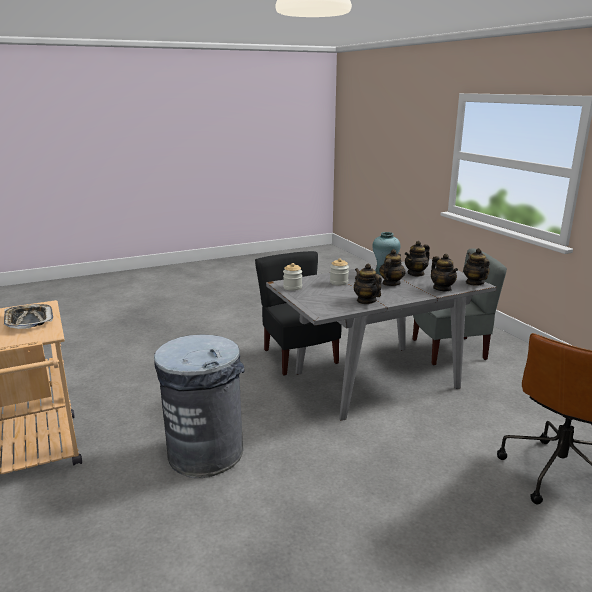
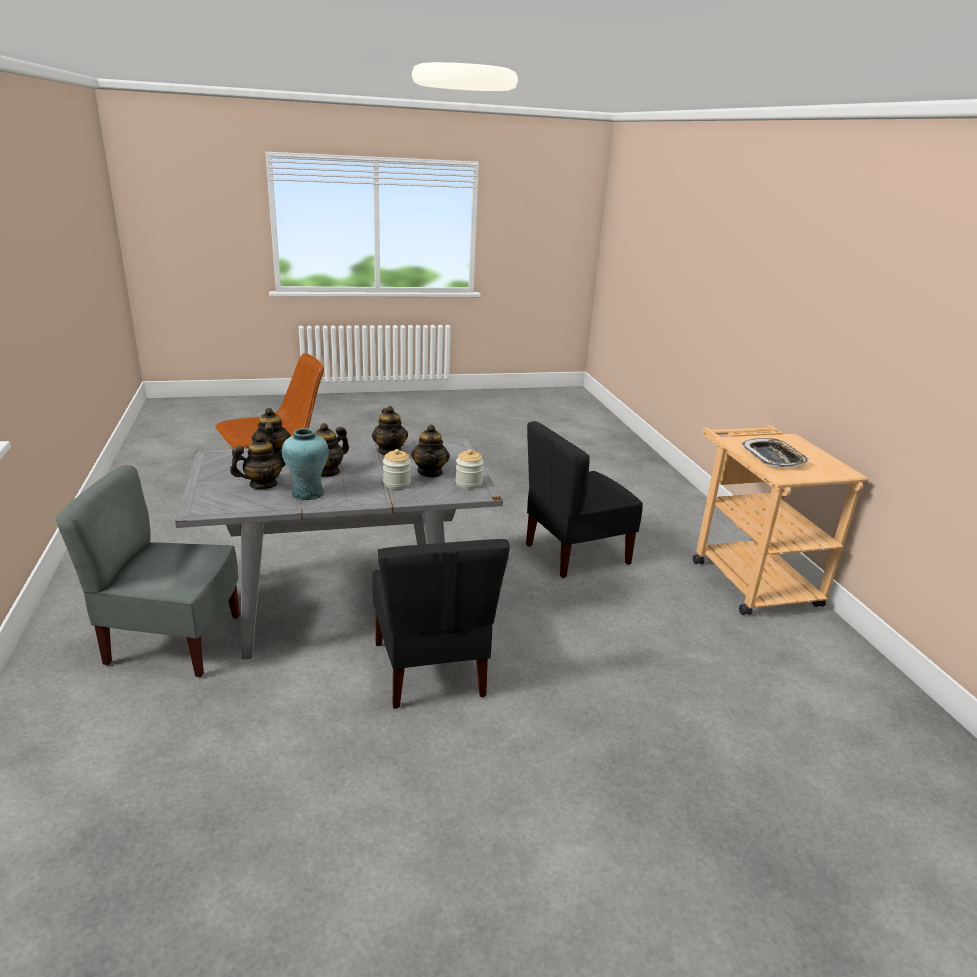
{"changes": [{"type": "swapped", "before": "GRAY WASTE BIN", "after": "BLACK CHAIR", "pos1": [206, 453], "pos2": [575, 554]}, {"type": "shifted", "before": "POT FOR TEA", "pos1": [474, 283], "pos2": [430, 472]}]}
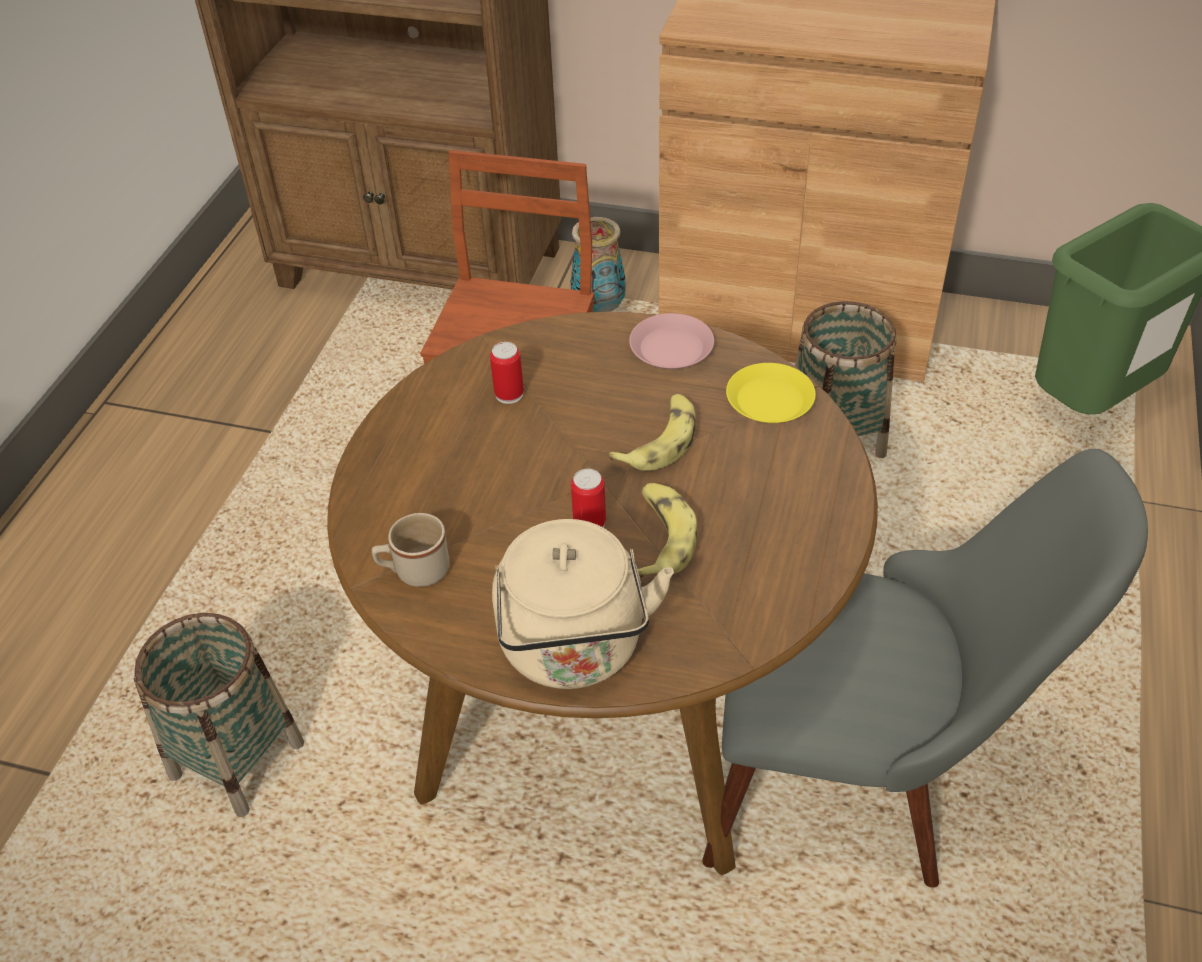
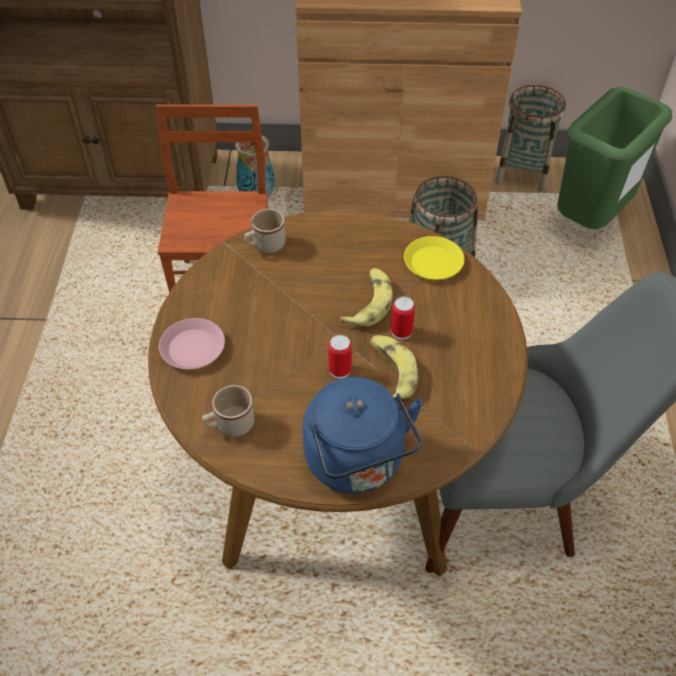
{"changes": [{"type": "shifted", "before": "HOUSEHOLD BASKET", "pos1": [237, 761], "pos2": [522, 172]}, {"type": "shifted", "before": "SEALED CAN", "pos1": [509, 394], "pos2": [401, 331]}, {"type": "repainted", "before": "BEIGE WATER KETTLE", "after": "BLUISH WATER KETTLE", "pos1": [574, 651], "pos2": [357, 463]}, {"type": "shifted", "before": "PINKISH DINNER PLATE", "pos1": [671, 348], "pos2": [193, 348]}, {"type": "new", "after": "BEIGE MUG", "pos2": [265, 246]}]}
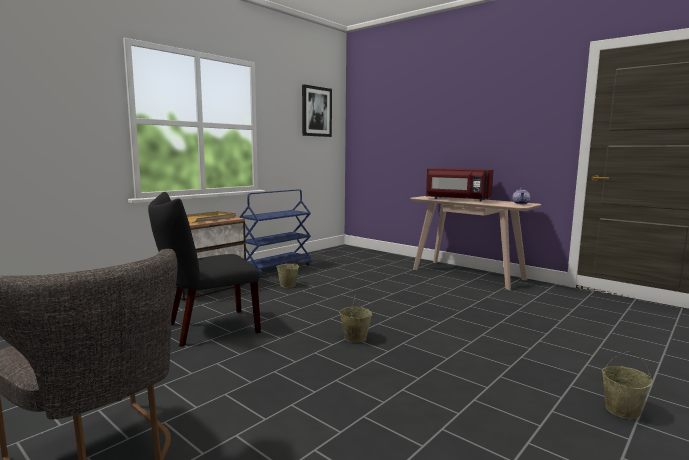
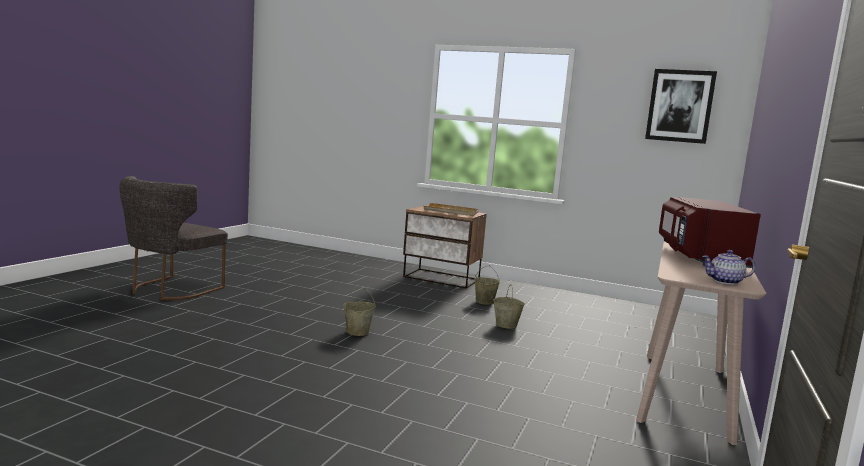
{"changes": [{"type": "gone", "before": "BLACK CHAIR", "pos1": [207, 329]}, {"type": "gone", "before": "BLUISH TROLLEY", "pos1": [276, 268]}, {"type": "shifted", "before": "BEIGE PAIL", "pos1": [622, 410], "pos2": [507, 325]}]}
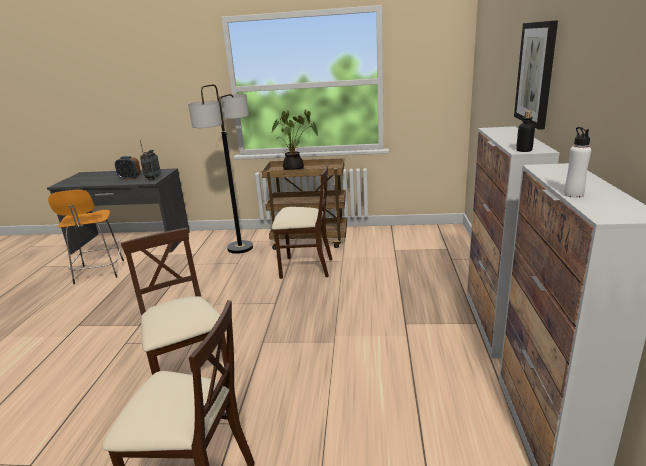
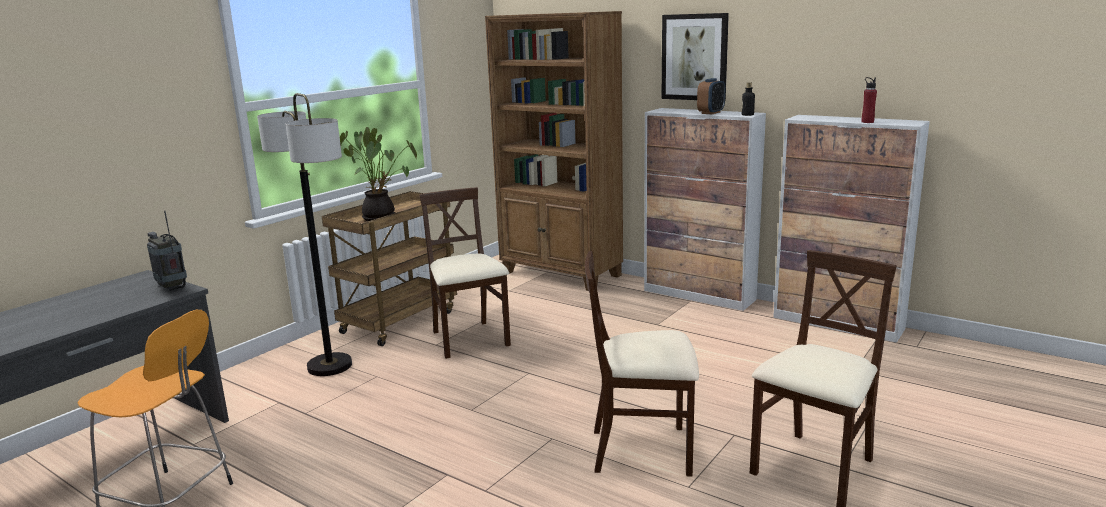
{"changes": [{"type": "shifted", "before": "ALARM CLOCK", "pos1": [130, 178], "pos2": [711, 113]}, {"type": "rotated", "before": "BEIGE CHAIR", "pos1": [305, 267], "pos2": [469, 339], "turn": -60}, {"type": "repainted", "before": "WHITE-COLOURED BEVERAGE BOTTLE", "after": "RED BEVERAGE BOTTLE", "pos1": [573, 194], "pos2": [867, 122]}, {"type": "new", "after": "BROWNISH BOOKCASE", "pos2": [561, 274]}]}
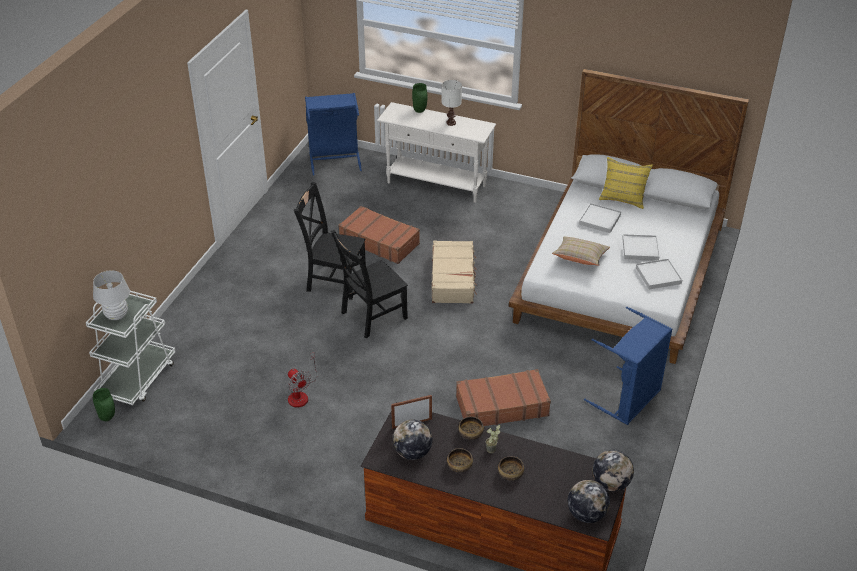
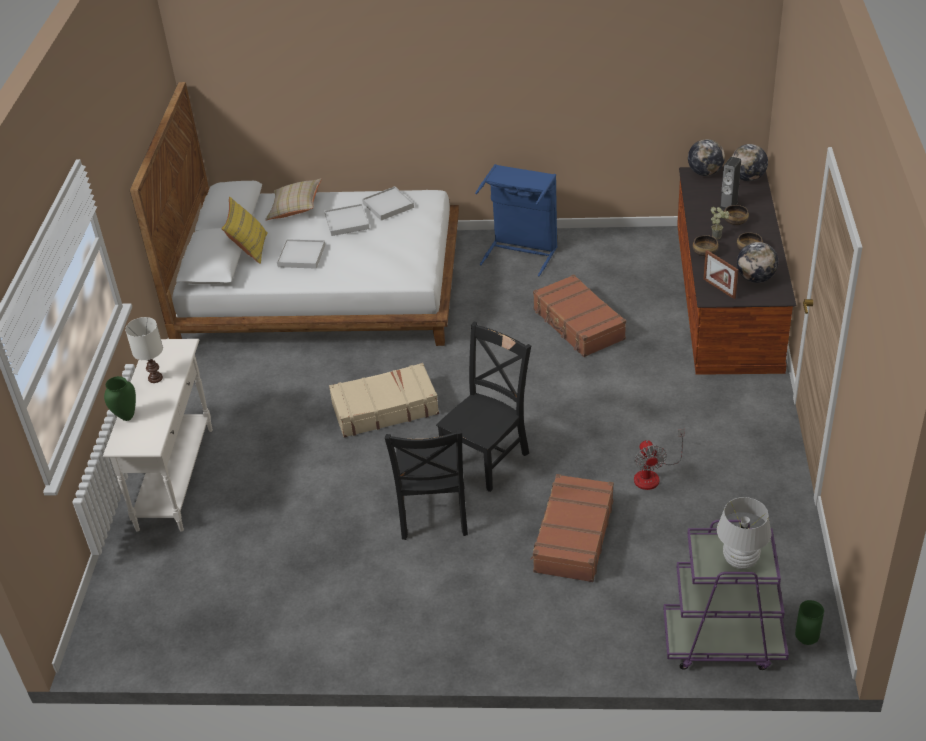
{"changes": [{"type": "repainted", "before": "WHITE-COLOURED TROLLEY", "after": "PURPLE TROLLEY", "pos1": [137, 378], "pos2": [722, 642]}, {"type": "rotated", "before": "FAN", "pos1": [301, 394], "pos2": [652, 475], "turn": 135}, {"type": "gone", "before": "BLUISH HAMPER", "pos1": [335, 159]}, {"type": "rotated", "before": "BLACK CHAIR", "pos1": [371, 316], "pos2": [488, 458], "turn": -90}, {"type": "shifted", "before": "BROWNISH TRAVEL CASE", "pos1": [379, 241], "pos2": [573, 537]}, {"type": "shifted", "before": "BEIGE PILLOW", "pos1": [580, 258], "pos2": [295, 208]}, {"type": "new", "after": "AUDIO SPEAKER", "pos2": [728, 204]}]}
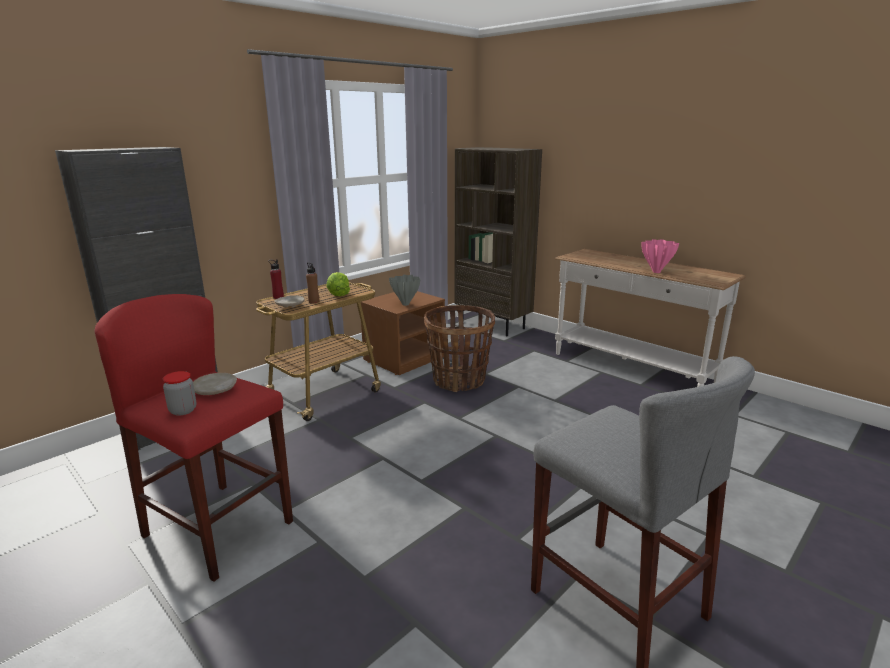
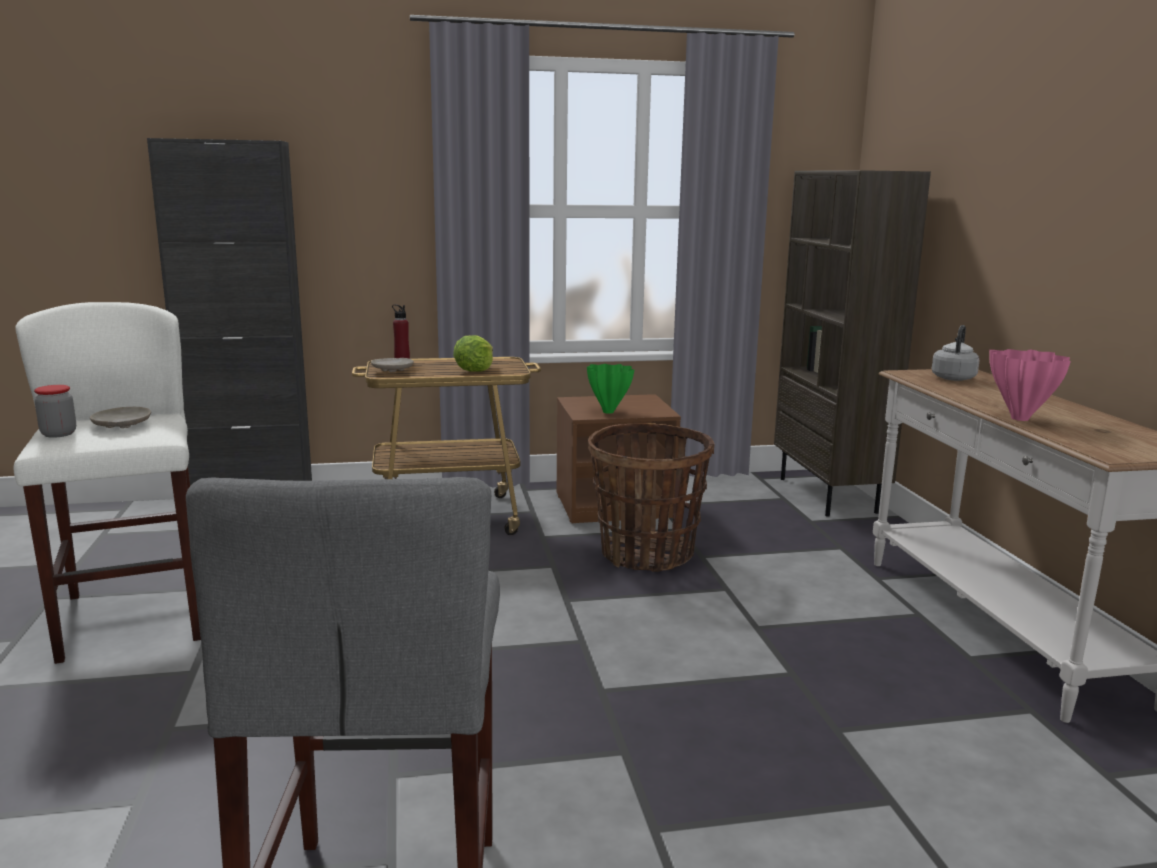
{"changes": [{"type": "repainted", "before": "RED SITTING STOOL", "after": "WHITE-COLOURED SITTING STOOL", "pos1": [219, 529], "pos2": [133, 617]}, {"type": "gone", "before": "BROWNISH BEVERAGE BOTTLE", "pos1": [314, 301]}, {"type": "repainted", "before": "GRAY VASE", "after": "GREEN VASE", "pos1": [406, 304], "pos2": [609, 412]}, {"type": "new", "after": "GRAY WATER KETTLE", "pos2": [953, 378]}]}
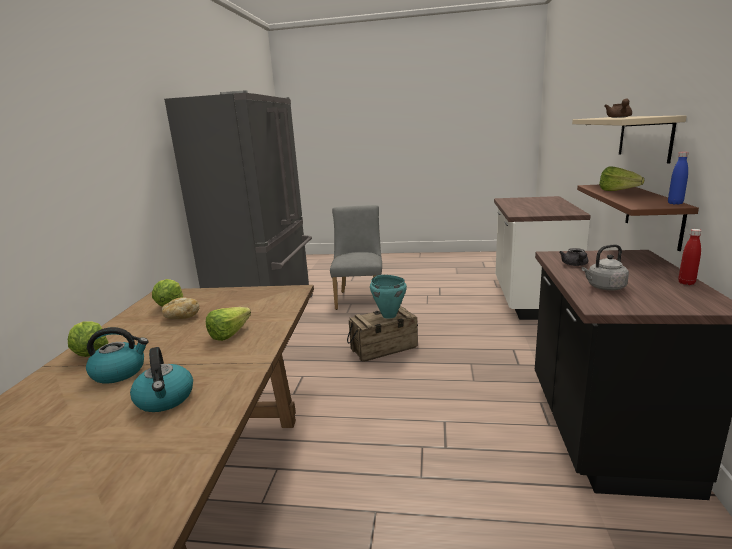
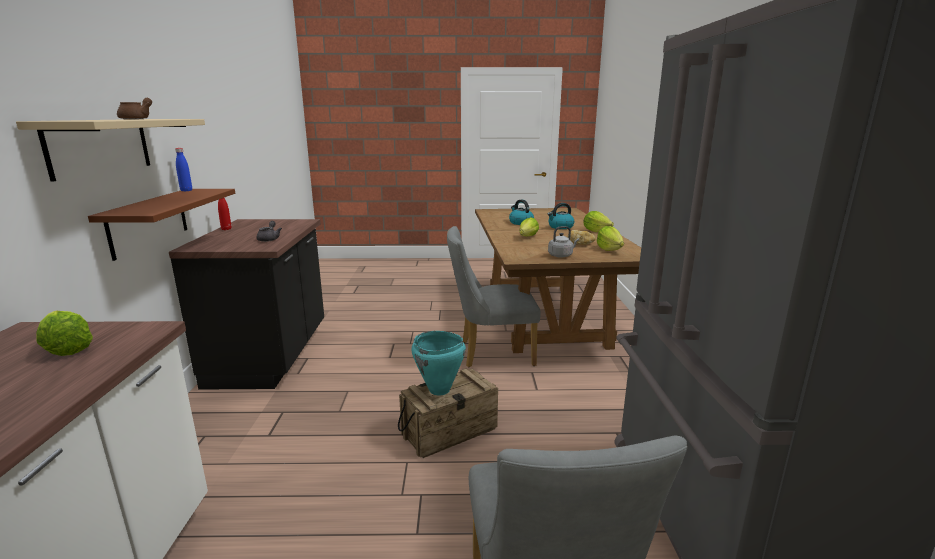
{"changes": [{"type": "shifted", "before": "GRAY WATER KETTLE", "pos1": [604, 287], "pos2": [561, 255]}, {"type": "shifted", "before": "LETTUCE", "pos1": [620, 192], "pos2": [68, 346]}, {"type": "new", "after": "GRAY CHAIR", "pos2": [490, 353]}]}
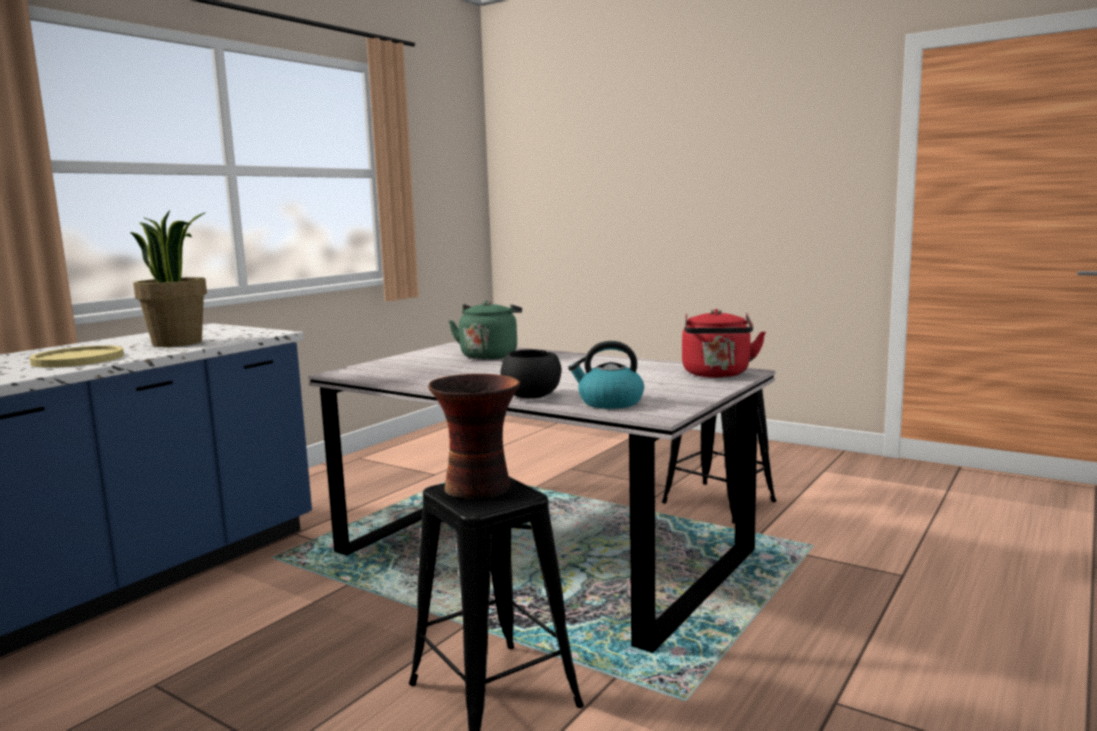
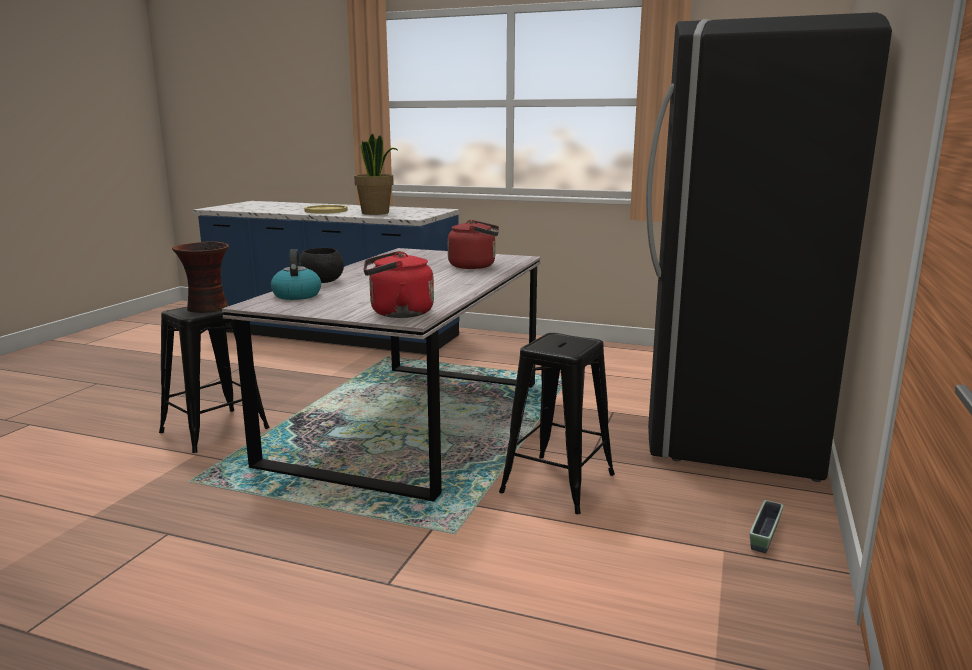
{"changes": [{"type": "repainted", "before": "GREEN WATER KETTLE", "after": "RED WATER KETTLE", "pos1": [489, 355], "pos2": [475, 266]}, {"type": "new", "after": "BLACK KITCHEN FRIDGE", "pos2": [733, 426]}, {"type": "new", "after": "PLANT POT", "pos2": [765, 535]}]}
